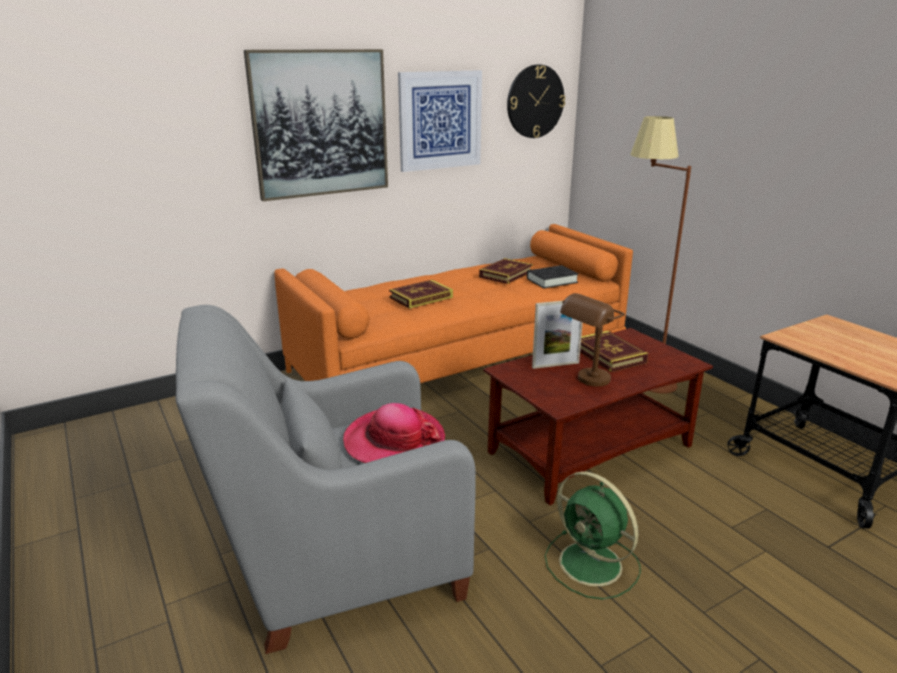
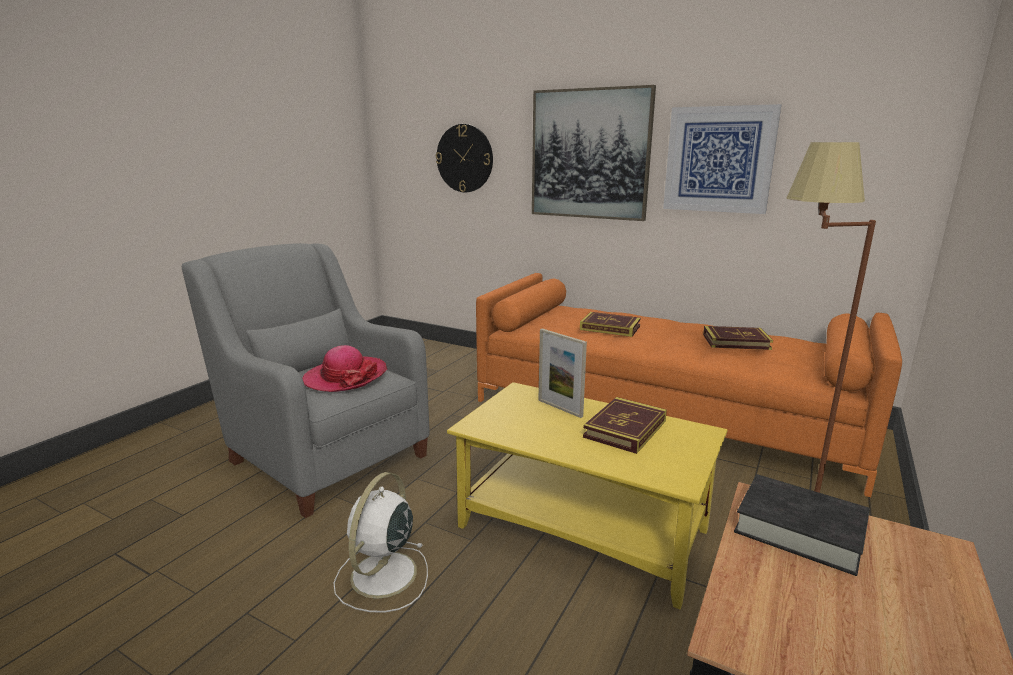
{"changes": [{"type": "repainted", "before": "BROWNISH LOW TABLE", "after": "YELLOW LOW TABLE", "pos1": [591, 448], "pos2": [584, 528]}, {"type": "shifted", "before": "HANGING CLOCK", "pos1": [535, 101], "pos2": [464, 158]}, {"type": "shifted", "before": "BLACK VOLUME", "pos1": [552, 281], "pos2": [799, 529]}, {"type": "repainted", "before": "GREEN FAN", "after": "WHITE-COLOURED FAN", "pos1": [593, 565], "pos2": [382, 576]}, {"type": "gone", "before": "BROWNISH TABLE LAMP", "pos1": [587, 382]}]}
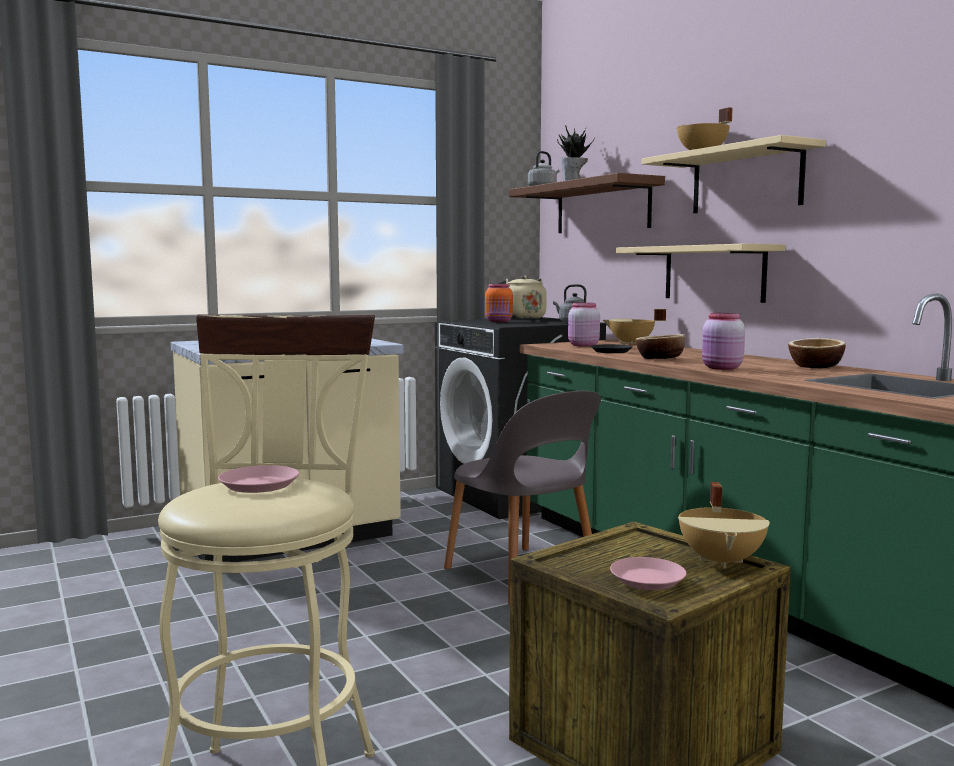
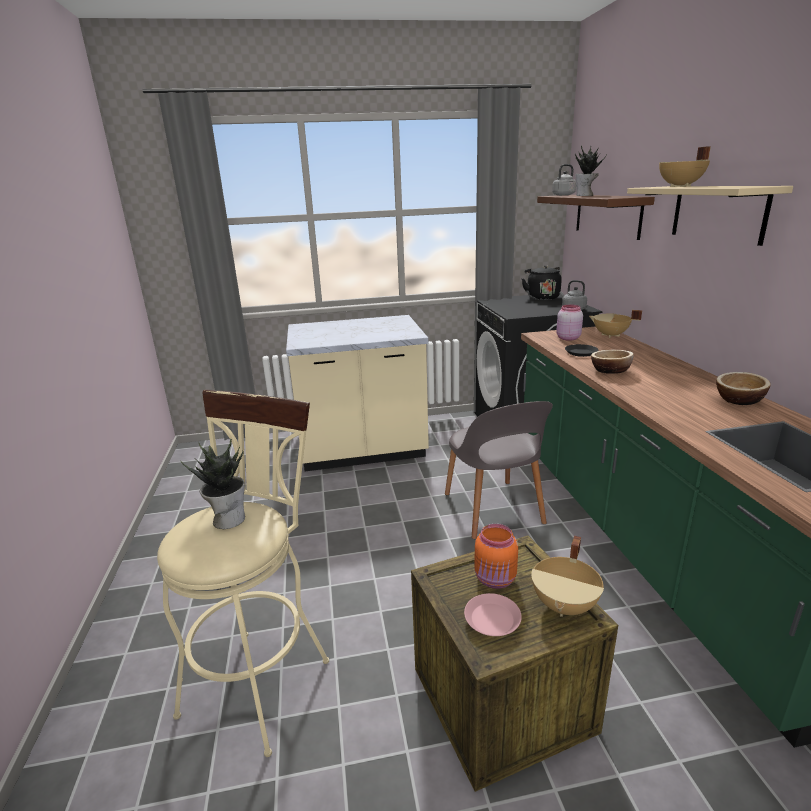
{"changes": [{"type": "swapped", "before": "PINKISH DINNER PLATE", "after": "POTTED PLANT", "pos1": [259, 485], "pos2": [229, 519]}, {"type": "shifted", "before": "ORANGEY JAR", "pos1": [499, 321], "pos2": [496, 579]}, {"type": "repainted", "before": "BEIGE WATER KETTLE", "after": "BLACK WATER KETTLE", "pos1": [522, 318], "pos2": [541, 297]}, {"type": "gone", "before": "BEIGE WALL SHELF", "pos1": [713, 273]}, {"type": "gone", "before": "PINKISH JAR", "pos1": [721, 368]}]}
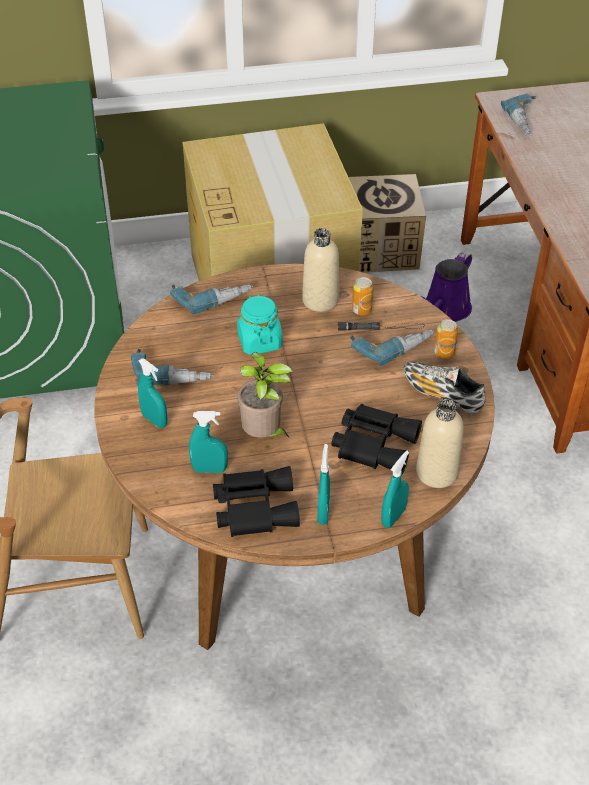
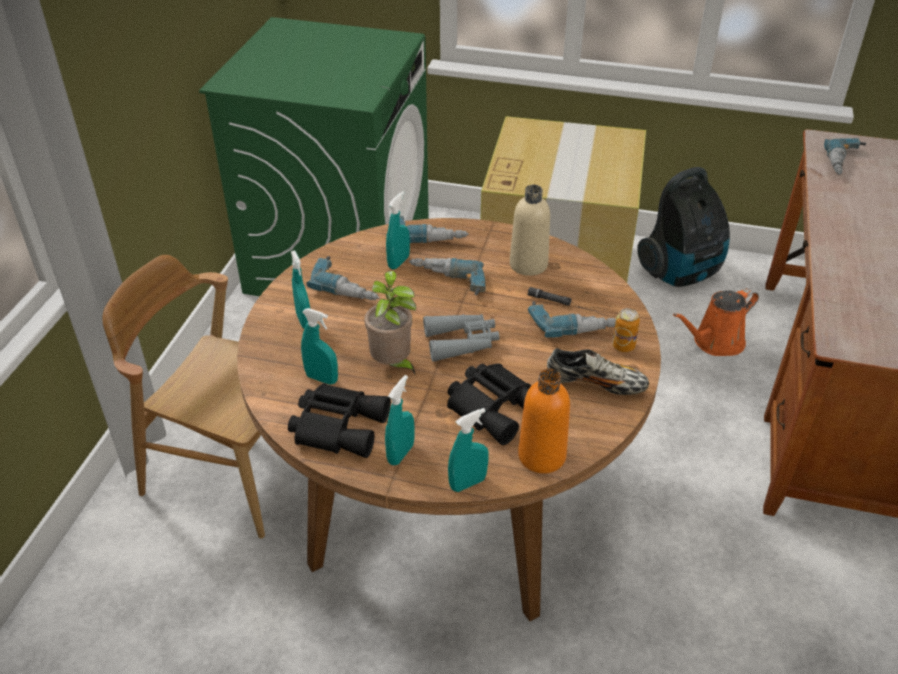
{"changes": [{"type": "swapped", "before": "TURQUOISE JAR", "after": "DRILL", "pos1": [259, 341], "pos2": [446, 283]}, {"type": "swapped", "before": "PACKING BOX", "after": "HOOVER", "pos1": [382, 250], "pos2": [681, 273]}, {"type": "gone", "before": "SEALED CAN", "pos1": [361, 310]}, {"type": "rotated", "before": "ITEM OF FOOTWEAR", "pos1": [442, 394], "pos2": [595, 384], "turn": 135}, {"type": "repainted", "before": "BEIGE BEVERAGE BOTTLE", "after": "ORANGEY BEVERAGE BOTTLE", "pos1": [437, 472], "pos2": [542, 456]}, {"type": "repainted", "before": "PURPLE WATERING CAN", "after": "ORANGEY WATERING CAN", "pos1": [444, 310], "pos2": [714, 342]}, {"type": "new", "after": "TURQUOISE SPRAYER", "pos2": [398, 262]}, {"type": "new", "after": "GRAY PAIR OF BINOCULARS", "pos2": [462, 342]}]}
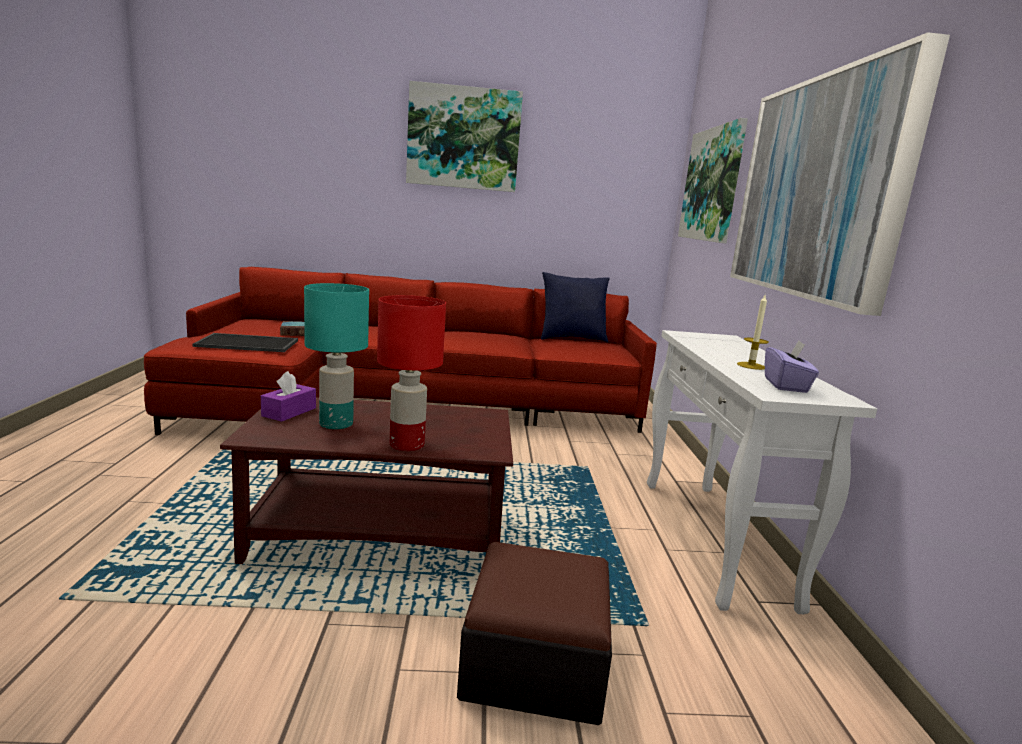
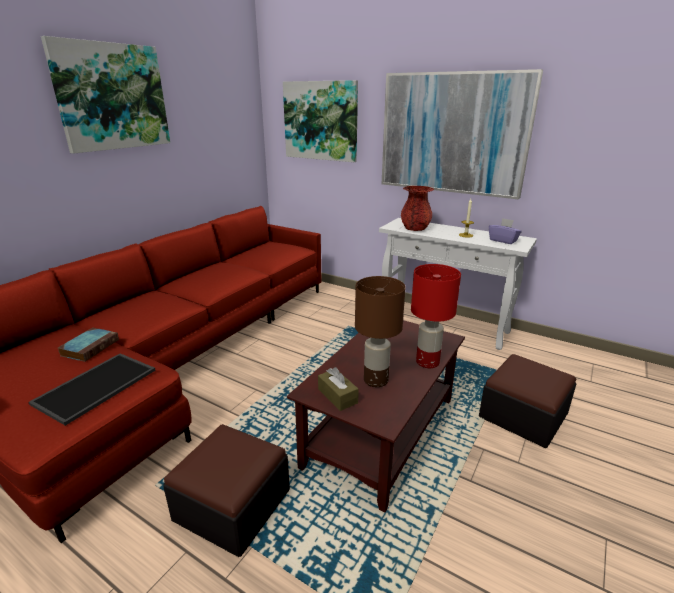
{"changes": [{"type": "repainted", "before": "PURPLE TISSUE HOLDER", "after": "BROWNISH TISSUE HOLDER", "pos1": [289, 412], "pos2": [337, 396]}, {"type": "repainted", "before": "TURQUOISE TABLE LAMP", "after": "BROWNISH TABLE LAMP", "pos1": [335, 423], "pos2": [375, 380]}, {"type": "gone", "before": "BLUISH PILLOW", "pos1": [571, 339]}, {"type": "new", "after": "OTTOMAN", "pos2": [232, 504]}, {"type": "new", "after": "RED VASE", "pos2": [415, 228]}]}
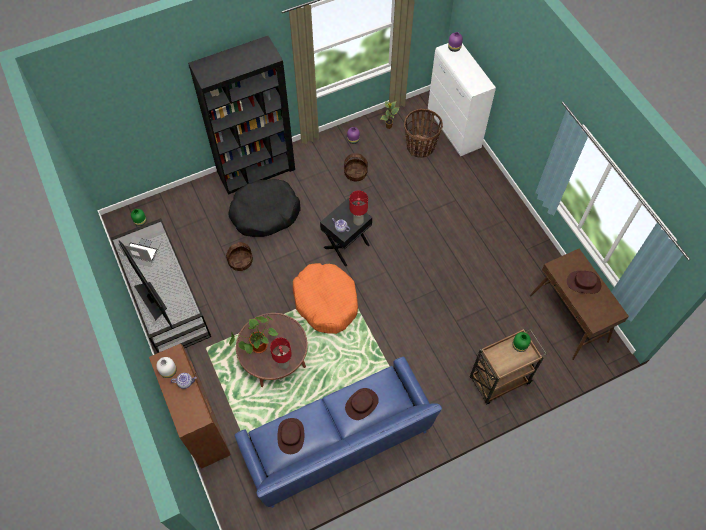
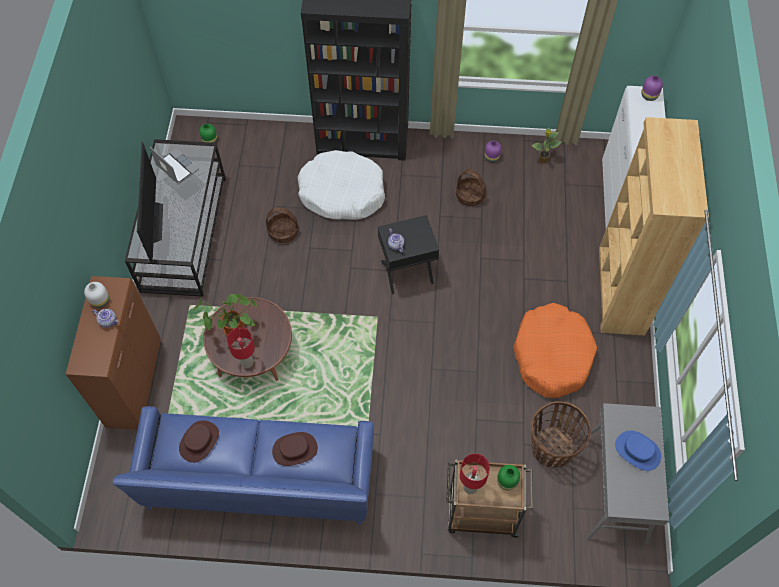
{"changes": [{"type": "repainted", "before": "BLACK DOG BED", "after": "WHITE-COLOURED DOG BED", "pos1": [265, 213], "pos2": [342, 192]}, {"type": "shifted", "before": "ORANGEY DOG BED", "pos1": [326, 301], "pos2": [552, 355]}, {"type": "shifted", "before": "RED TABLE LAMP", "pos1": [358, 221], "pos2": [471, 487]}, {"type": "shifted", "before": "HOUSEHOLD BASKET", "pos1": [420, 147], "pos2": [552, 448]}, {"type": "repainted", "before": "BROWNISH NARROW TABLE", "after": "GRAY NARROW TABLE", "pos1": [568, 319], "pos2": [615, 489]}, {"type": "repainted", "before": "BROWNISH WEARABLE HAT", "after": "BLUISH WEARABLE HAT", "pos1": [583, 283], "pos2": [637, 451]}, {"type": "new", "after": "BROWNISH BOOKCASE", "pos2": [620, 291]}]}
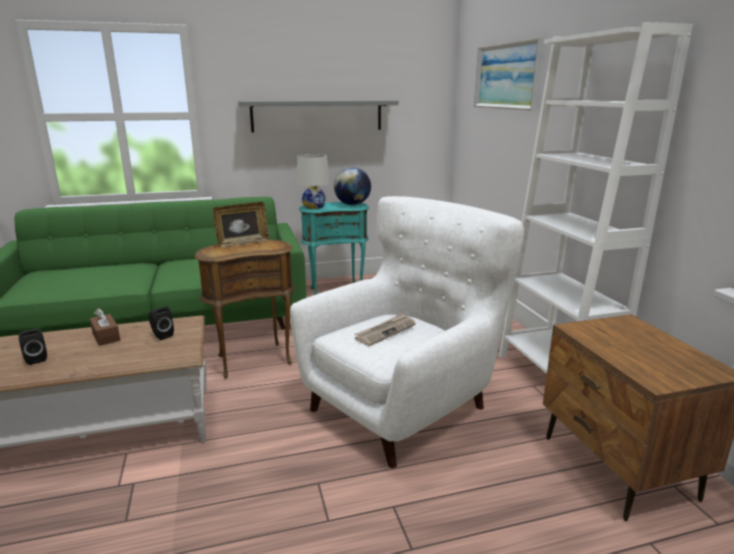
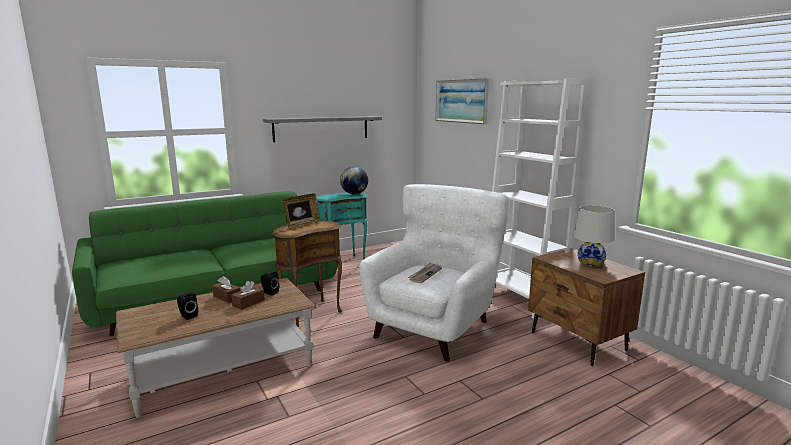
{"changes": [{"type": "shifted", "before": "WHITE-COLOURED TABLE LAMP", "pos1": [314, 207], "pos2": [590, 263]}, {"type": "new", "after": "BROWNISH TISSUE HOLDER", "pos2": [248, 303]}]}
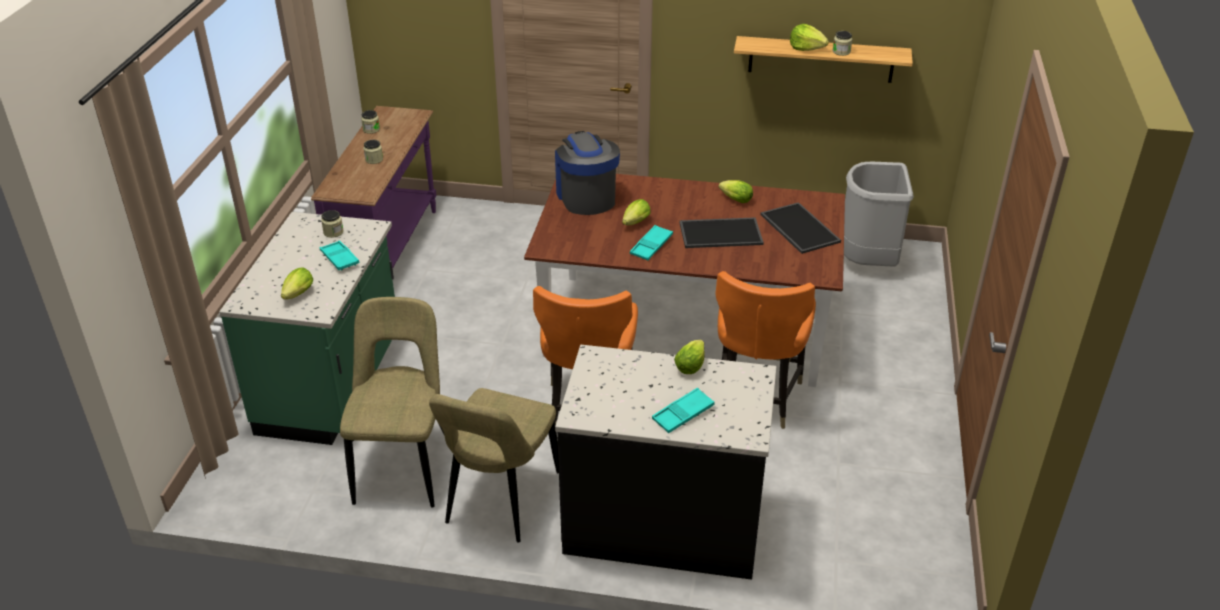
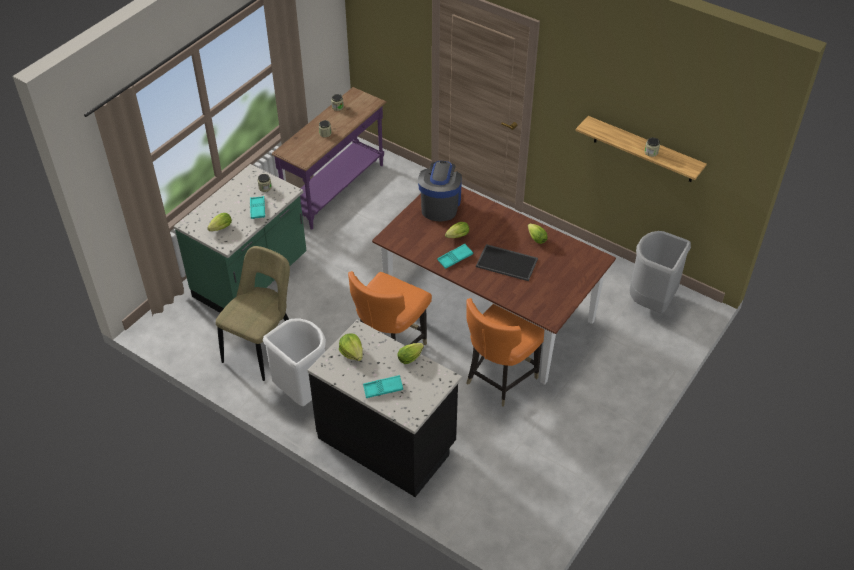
{"changes": [{"type": "swapped", "before": "BEIGE CHAIR", "after": "WHITE-COLOURED WASTE BIN", "pos1": [500, 501], "pos2": [303, 391]}, {"type": "gone", "before": "CARRYING TRAY", "pos1": [798, 228]}, {"type": "shifted", "before": "LETTUCE", "pos1": [806, 48], "pos2": [352, 353]}]}
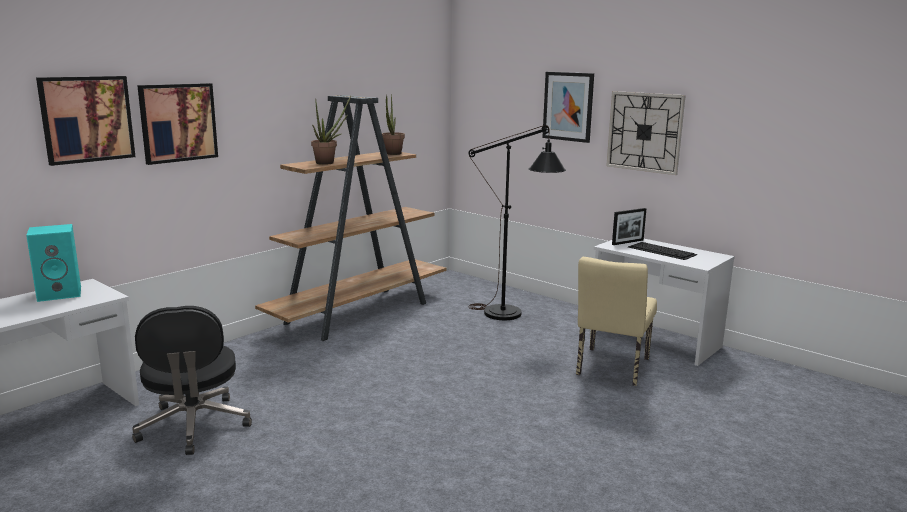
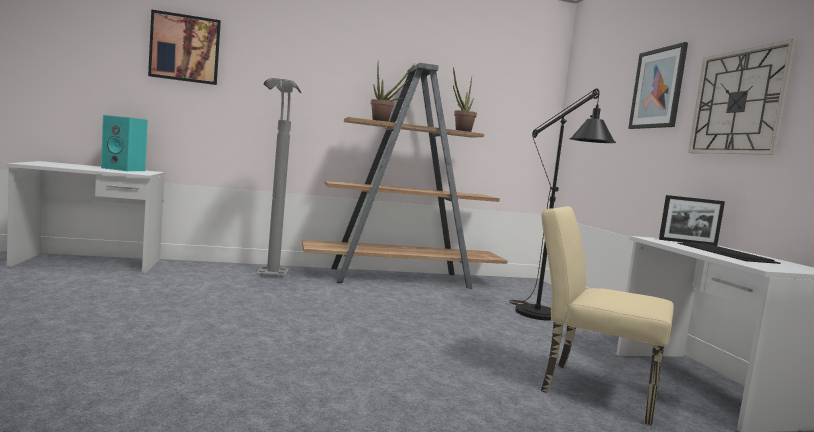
{"changes": [{"type": "gone", "before": "BLACK OFFICE CHAIR", "pos1": [194, 426]}, {"type": "gone", "before": "PICTURE", "pos1": [178, 122]}, {"type": "rotated", "before": "BEIGE CHAIR", "pos1": [610, 369], "pos2": [589, 388], "turn": 60}, {"type": "new", "after": "GRAY FLOOR LAMP", "pos2": [270, 279]}]}
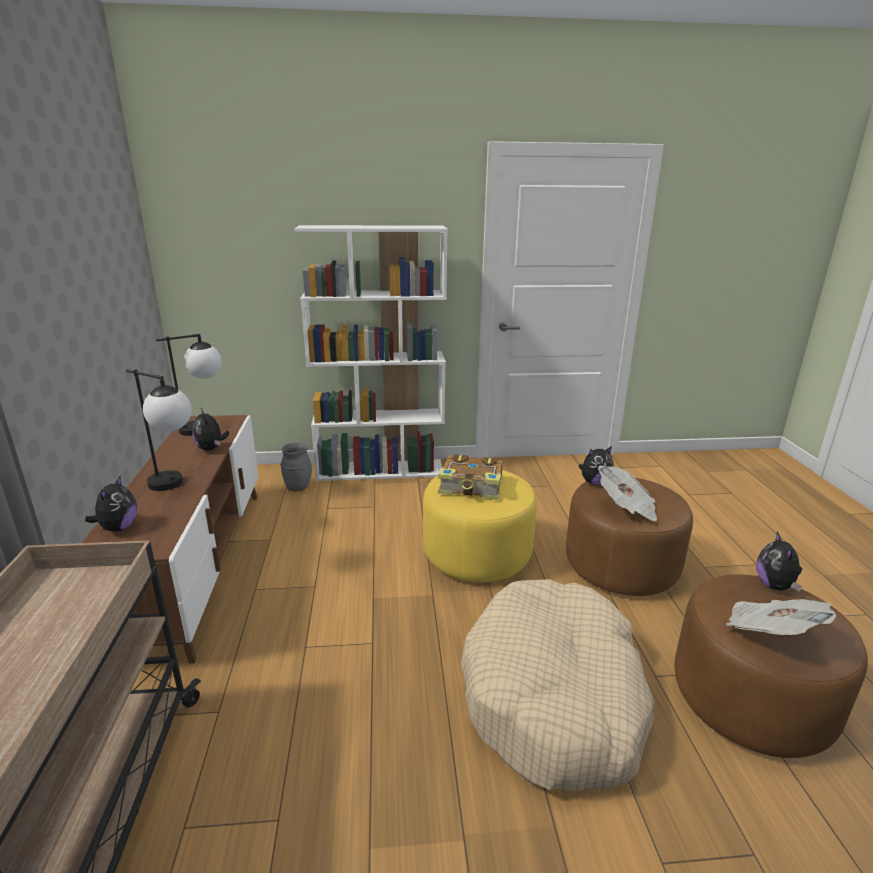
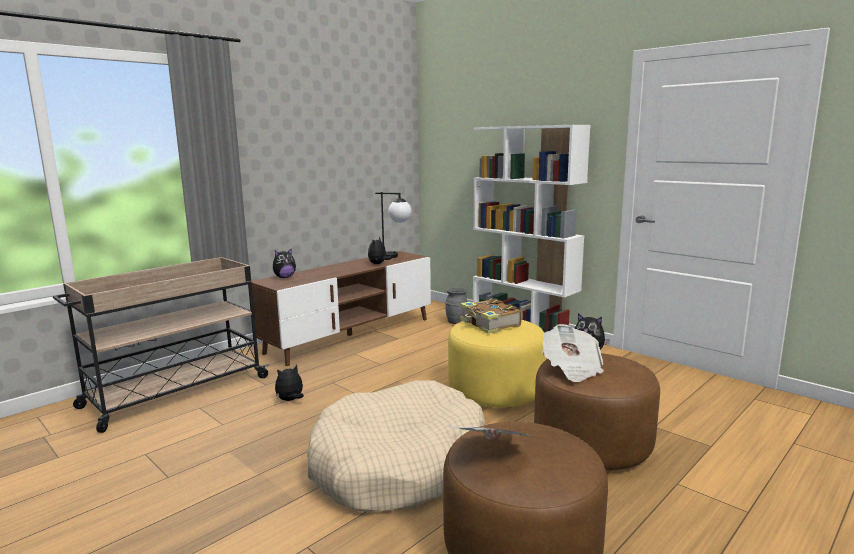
{"changes": [{"type": "gone", "before": "TABLE LAMP", "pos1": [175, 486]}, {"type": "shifted", "before": "SOFT TOY", "pos1": [775, 586], "pos2": [290, 400]}]}
